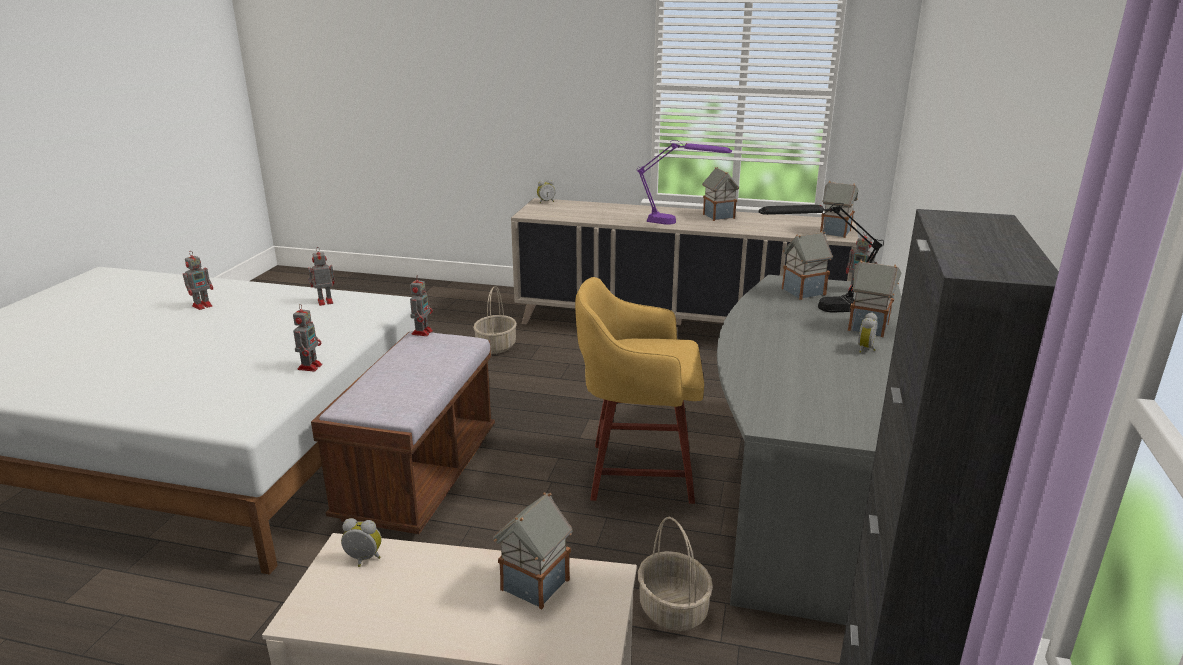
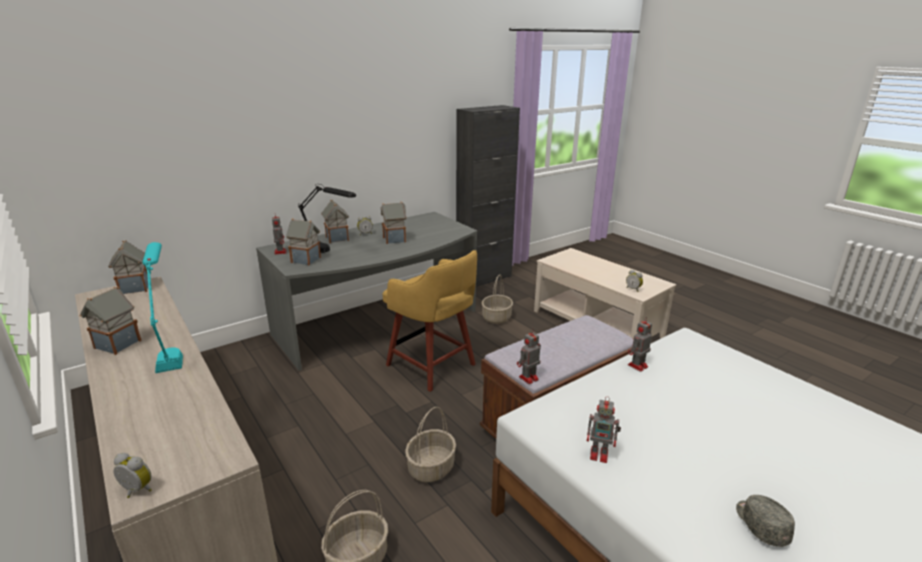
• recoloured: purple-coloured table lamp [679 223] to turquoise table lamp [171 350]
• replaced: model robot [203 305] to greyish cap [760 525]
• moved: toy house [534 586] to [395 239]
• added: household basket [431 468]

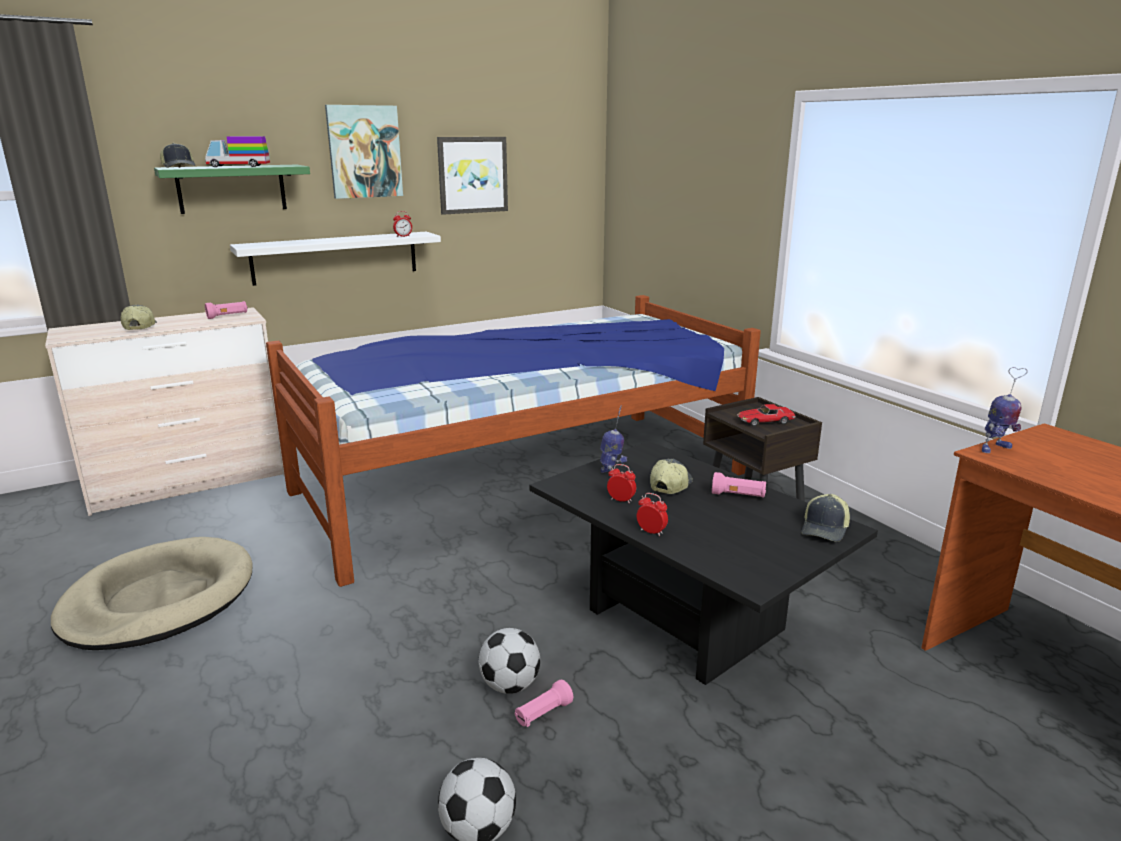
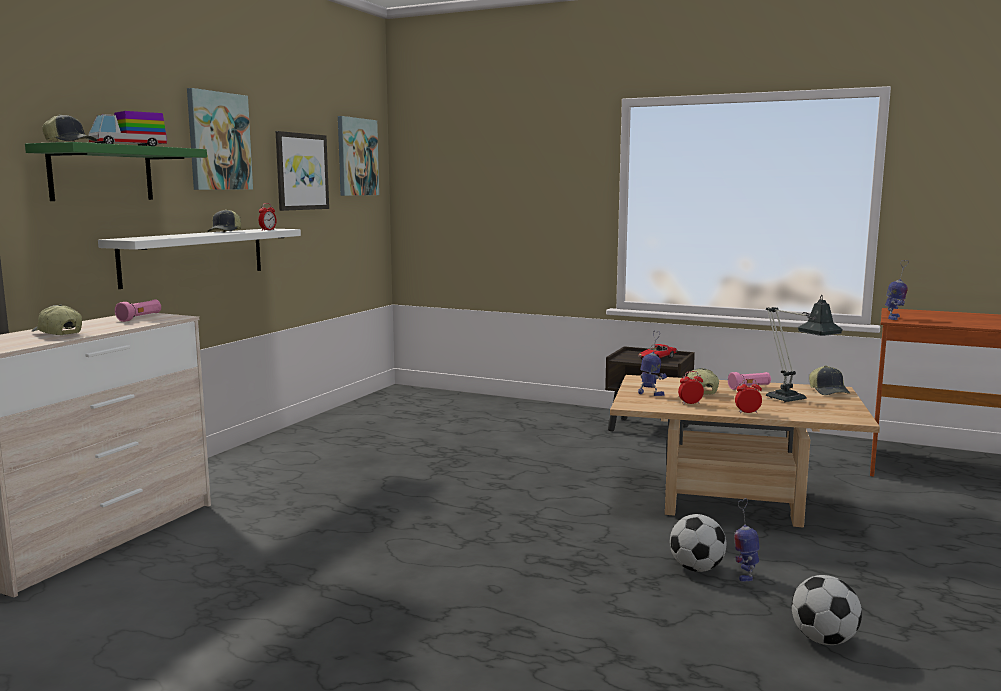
• removed: bedroom bed [521 481]
• recoloured: black coffee table [685 619] to beige coffee table [731 501]
• removed: beige dog cushion [159 599]
• replaced: pink-coloured torch [543 714] to model robot [745 574]
• added: wall art [357 157]
• added: cap [225 232]
• added: table lamp [792 400]

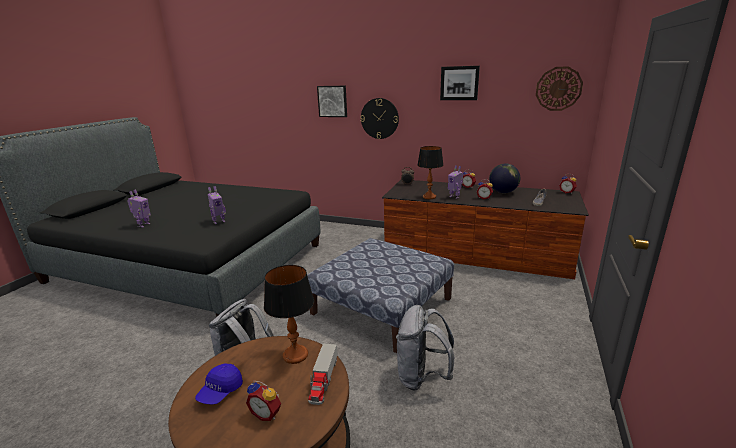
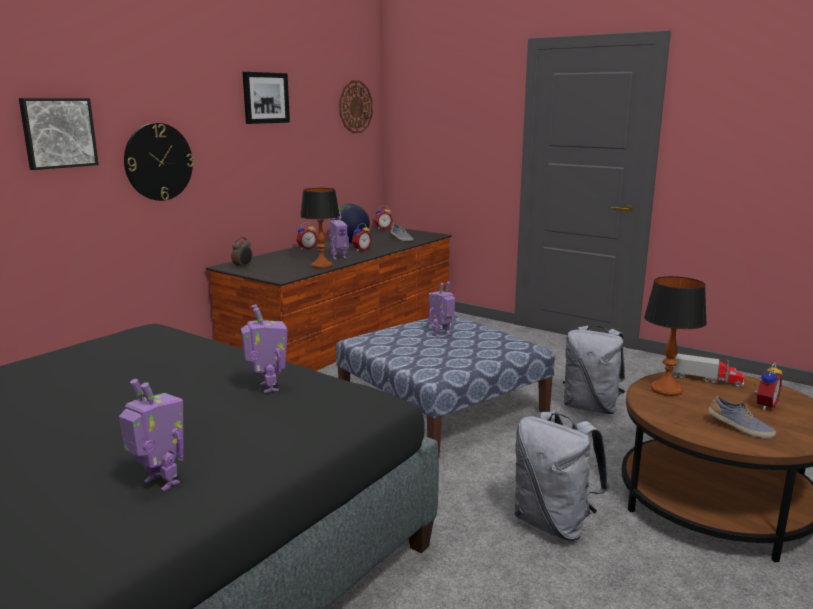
• replaced: blue cap [220 391] to shoe [739 428]
• added: model robot [441 335]

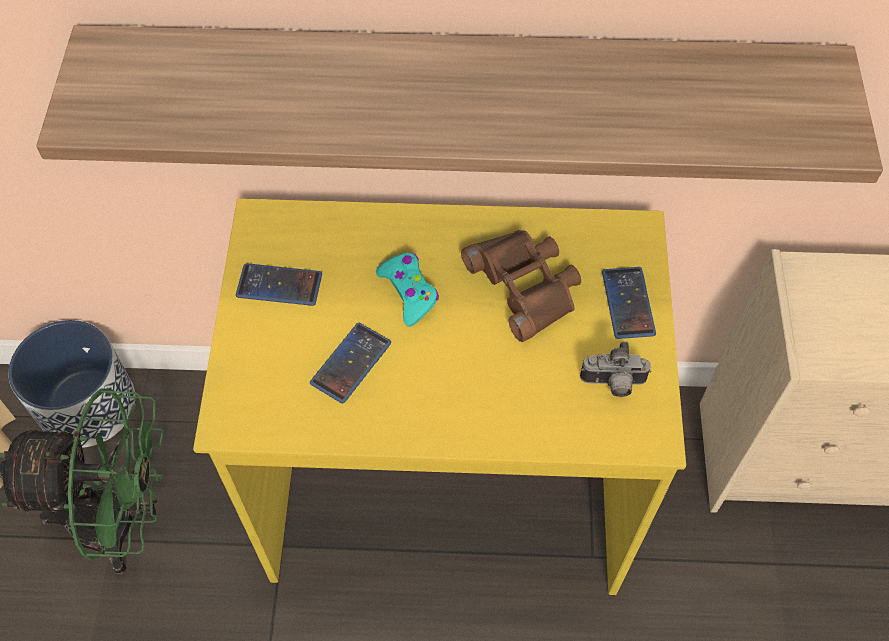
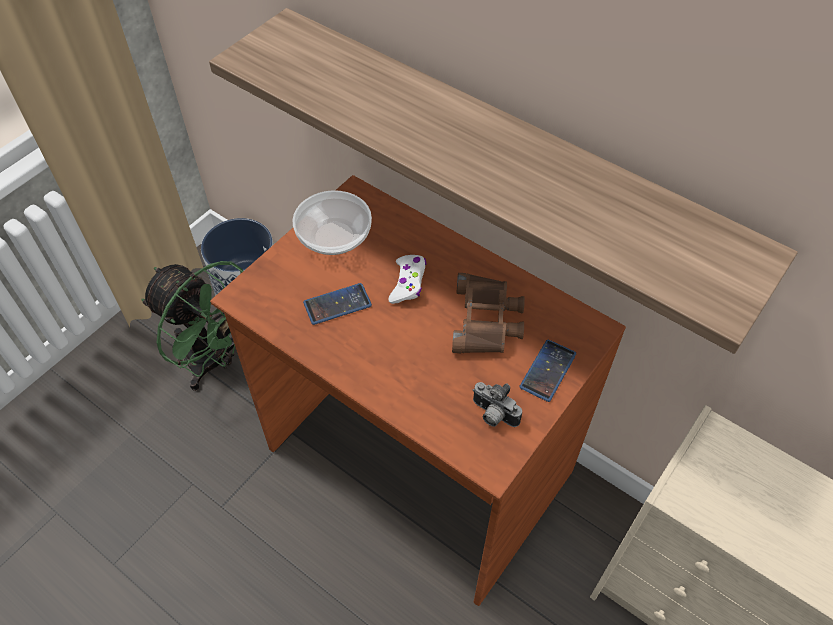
• recoloured: yellow-coloured desk table [445 488] to brown-coloured desk table [416 462]
• recoloured: turquoise gamepad [409 292] to white-coloured gamepad [408 283]
• replaced: phone [279 285] to deep dish [334 236]

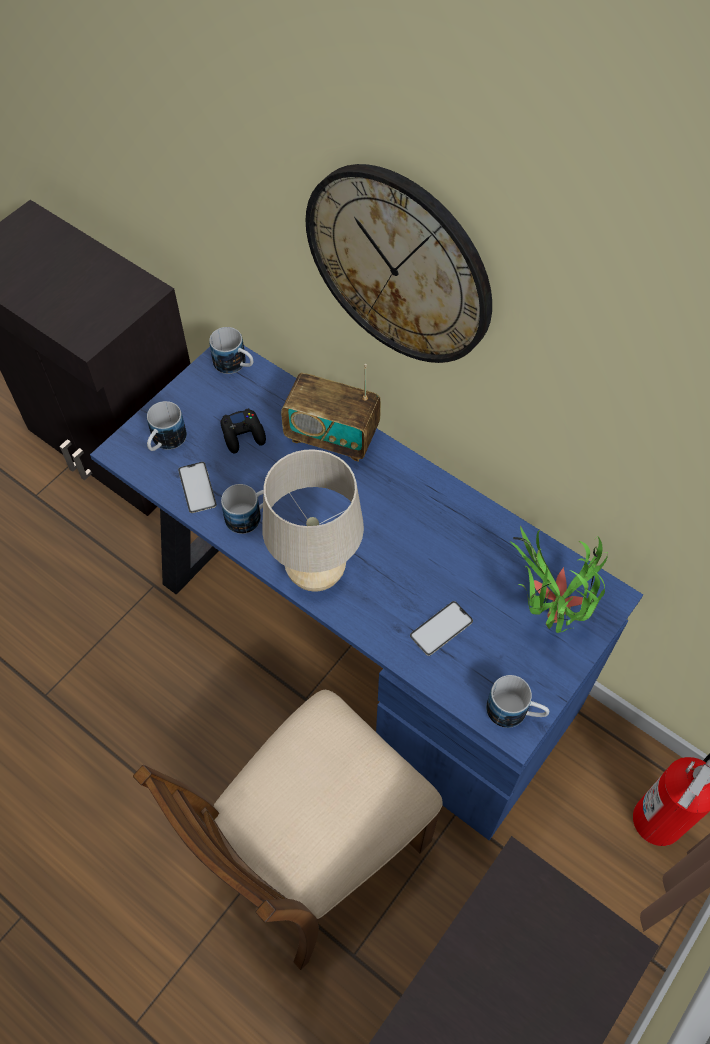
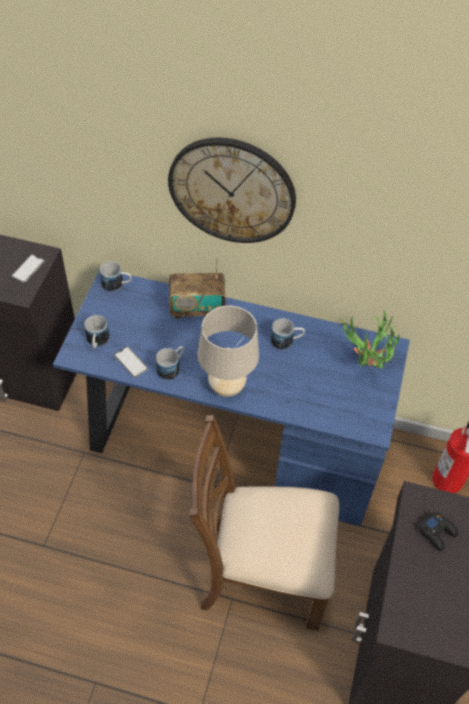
• moved: black gamepad [243 434] to [437 532]
• moved: phone [441 628] to [28 268]
• moved: tea mug [515 712] to [286 341]
• turned: brown-coloured plain chair [314 852] = [262 572] 75 degrees clockwise

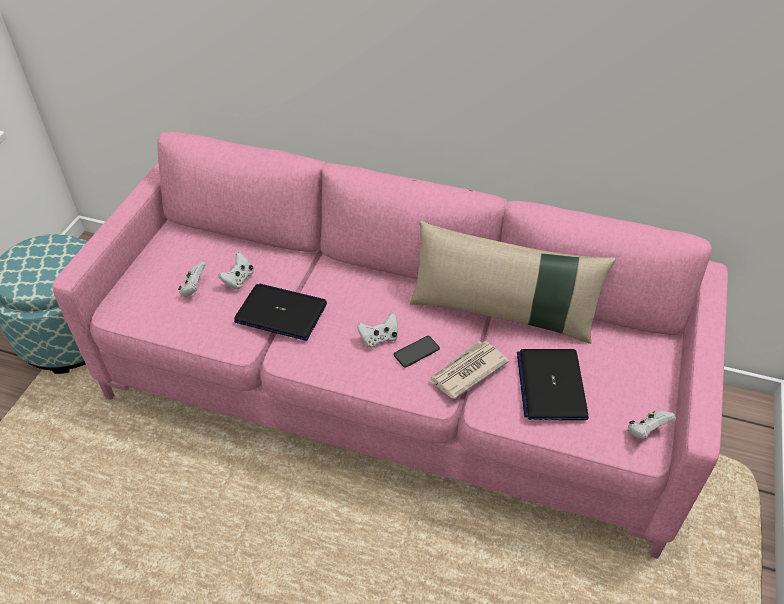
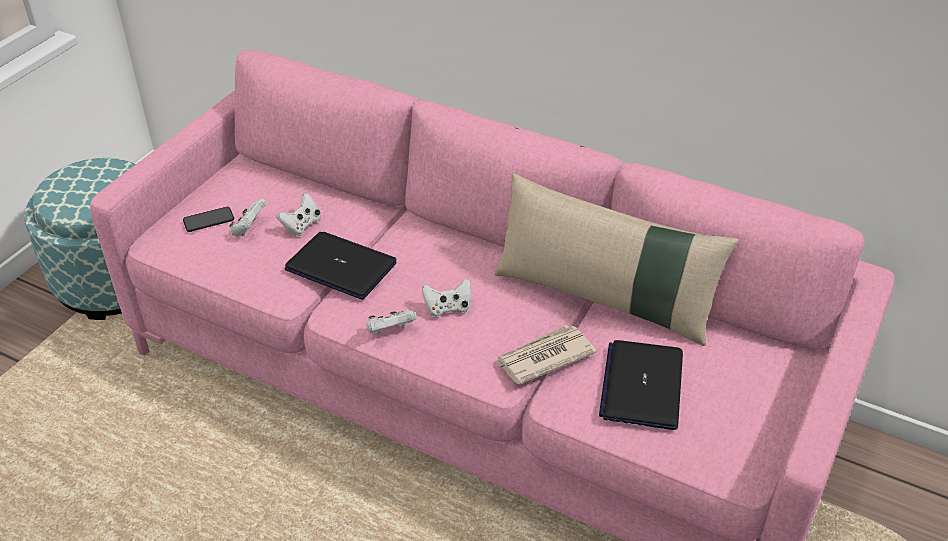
• moved: phone [416 352] to [208 220]
• moved: white-coloured gamepad [646 431] to [390 331]

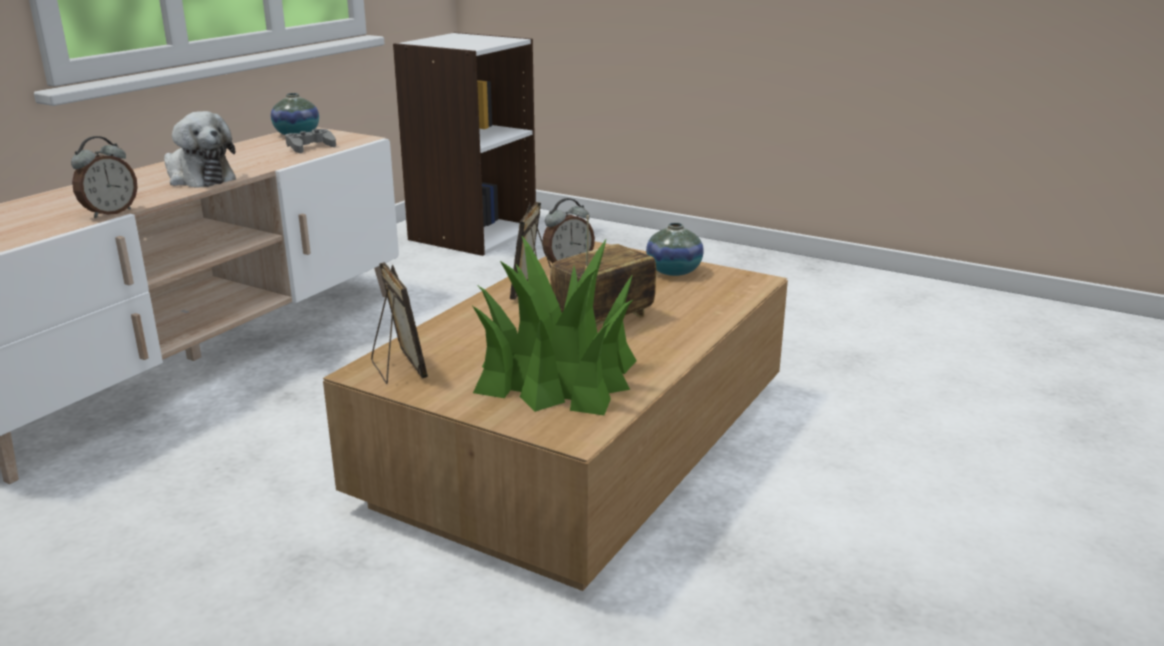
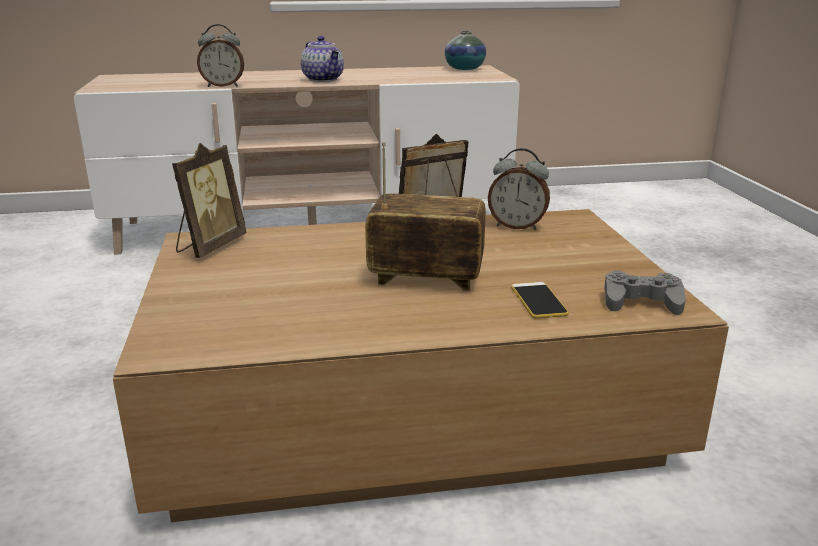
• removed: white-coloured bookshelf [472 234]
• replaced: cuddly toy [198 178] to tea pot [324 79]
• moved: greyish gamepad [310 147] to [641 302]
• removed: decorative vase [673 271]
• removed: plant in a pot [556 376]
• added: phone [538 301]

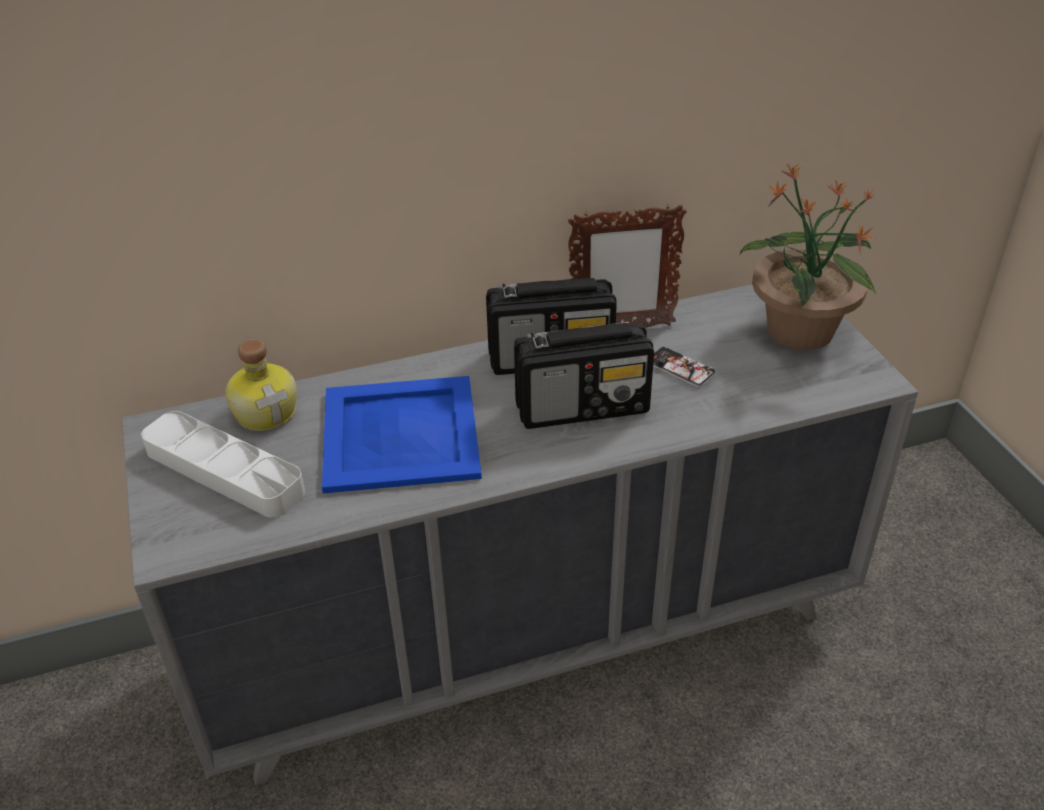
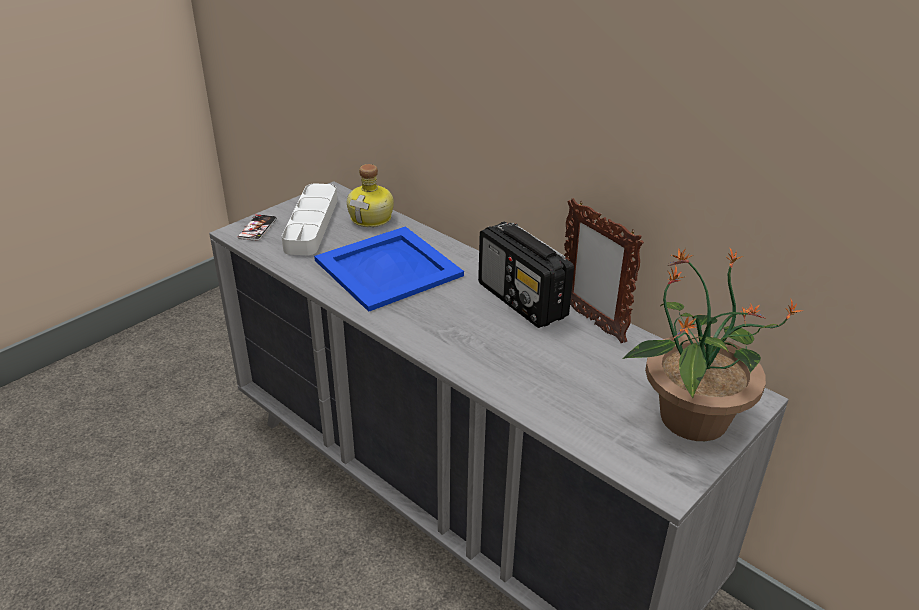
• removed: radio receiver [583 407]
• moved: phone [680 368] to [257 228]

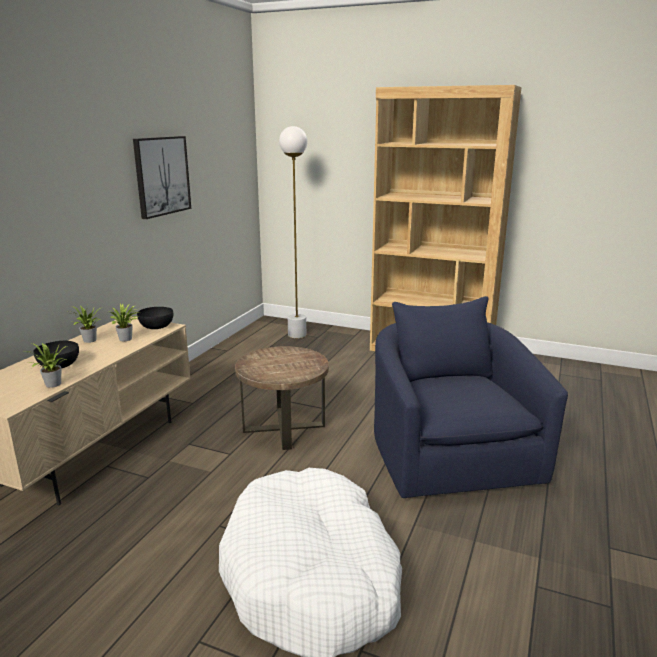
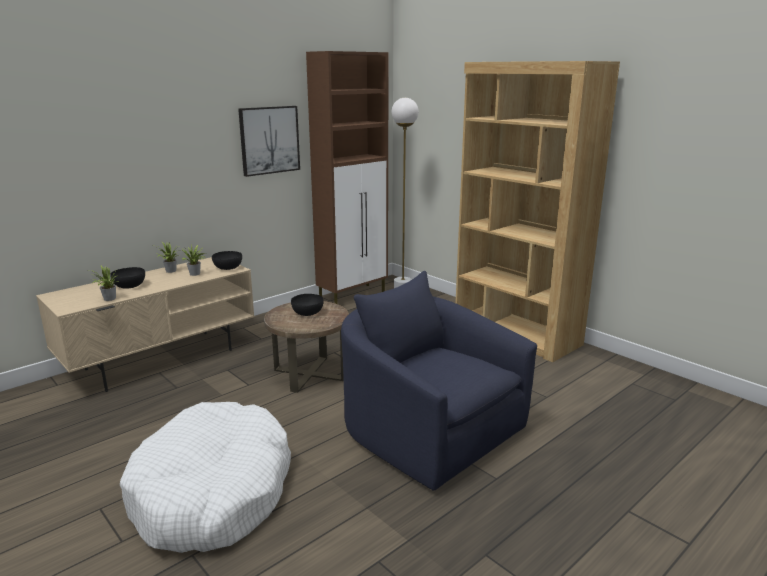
• turned: blue easy chair [450 453] = [427 430] 60 degrees counterclockwise
• added: brown-coloured cabinet [353 295]
• added: black deep dish [308 313]

